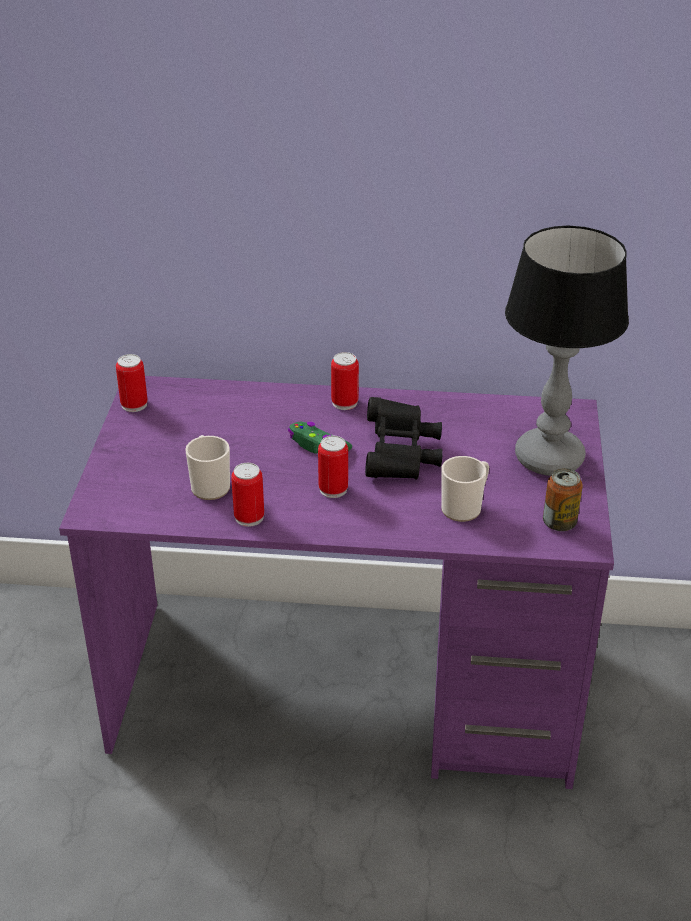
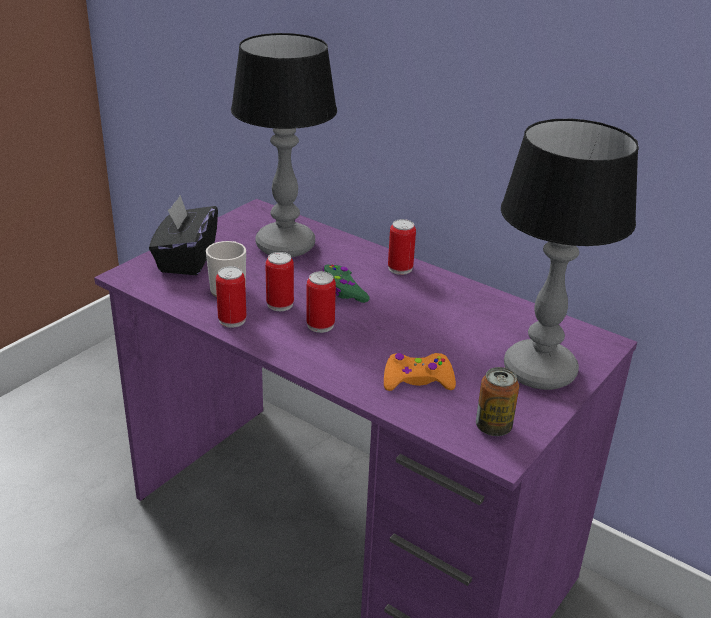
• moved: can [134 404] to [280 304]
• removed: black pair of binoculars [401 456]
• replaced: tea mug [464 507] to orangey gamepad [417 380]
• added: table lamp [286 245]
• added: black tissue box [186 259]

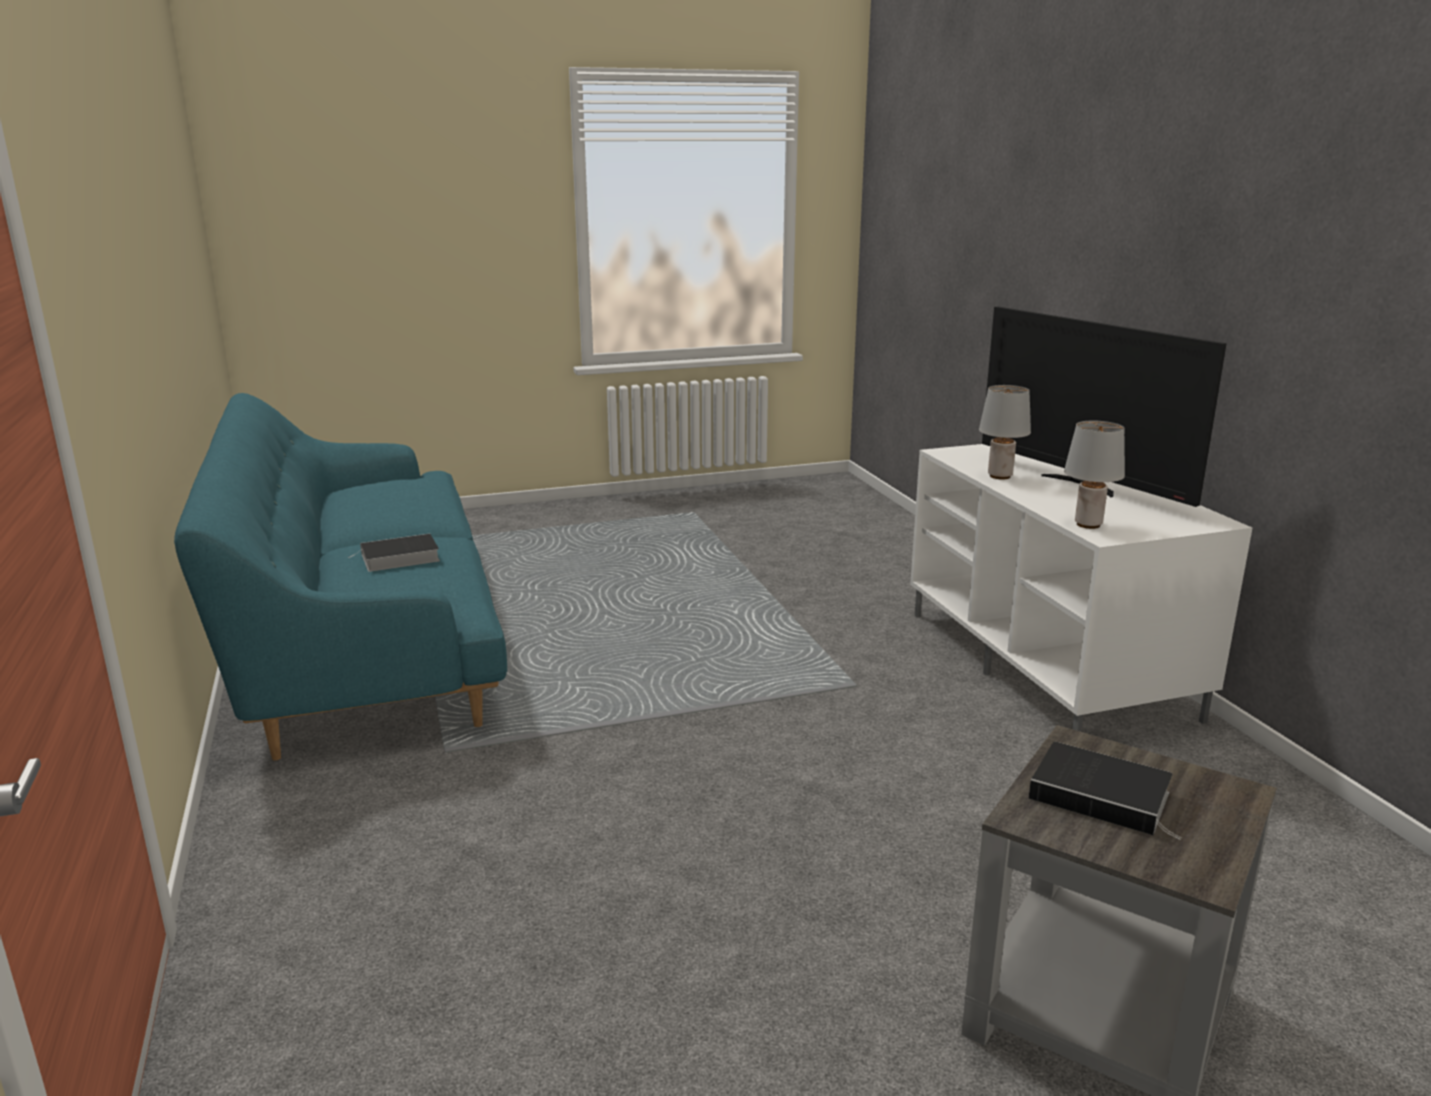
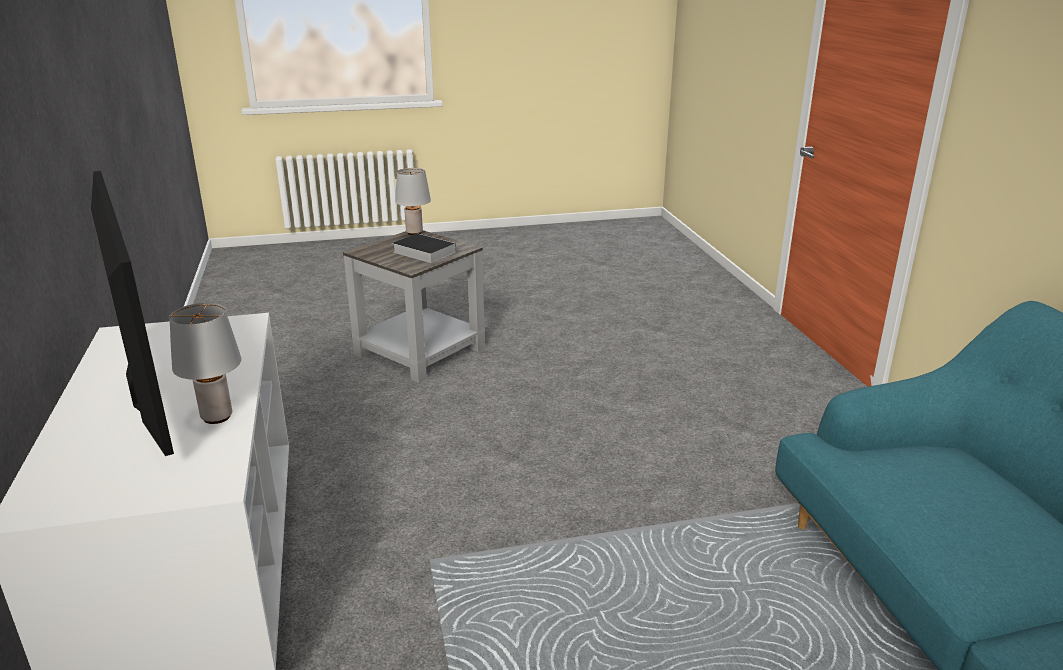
• moved: greyish table lamp [1088 525] to [414 232]
• removed: book [398 558]

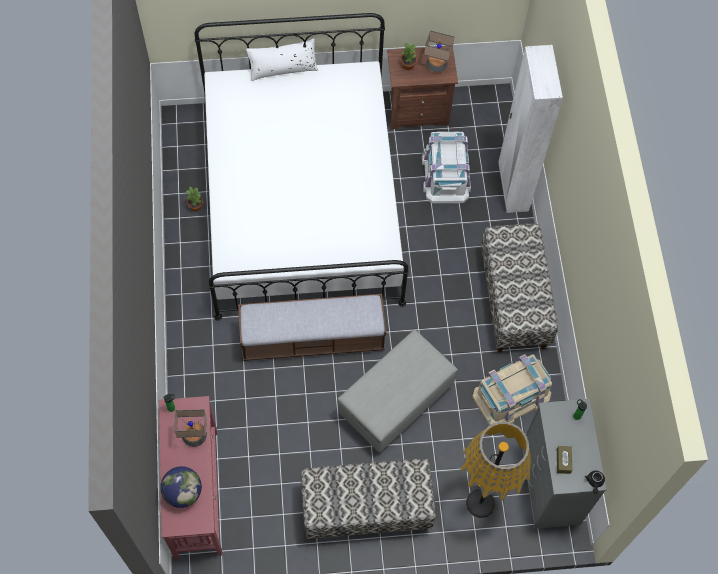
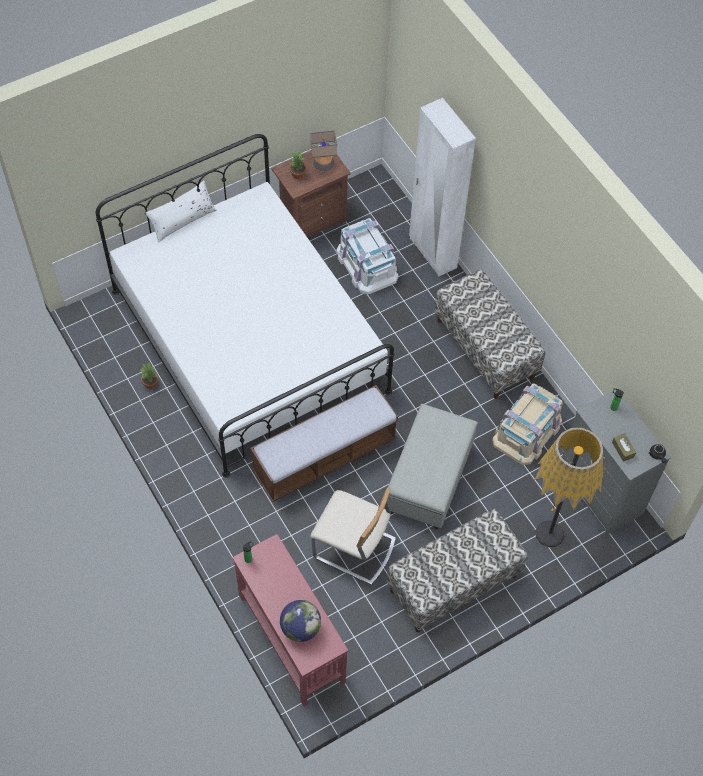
• removed: table lamp [194 435]
• added: beige plain chair [354 549]

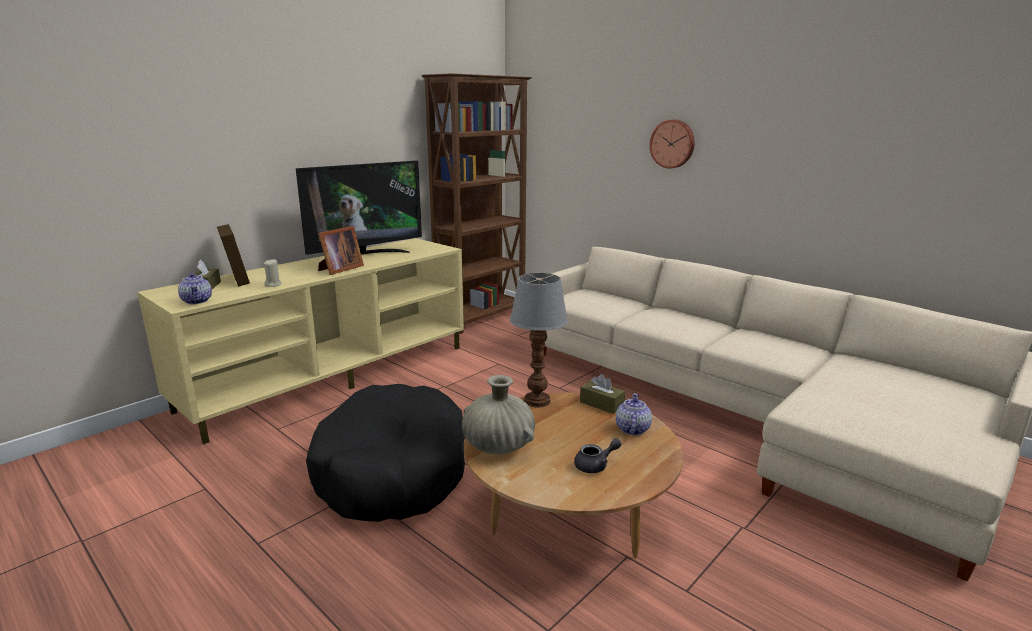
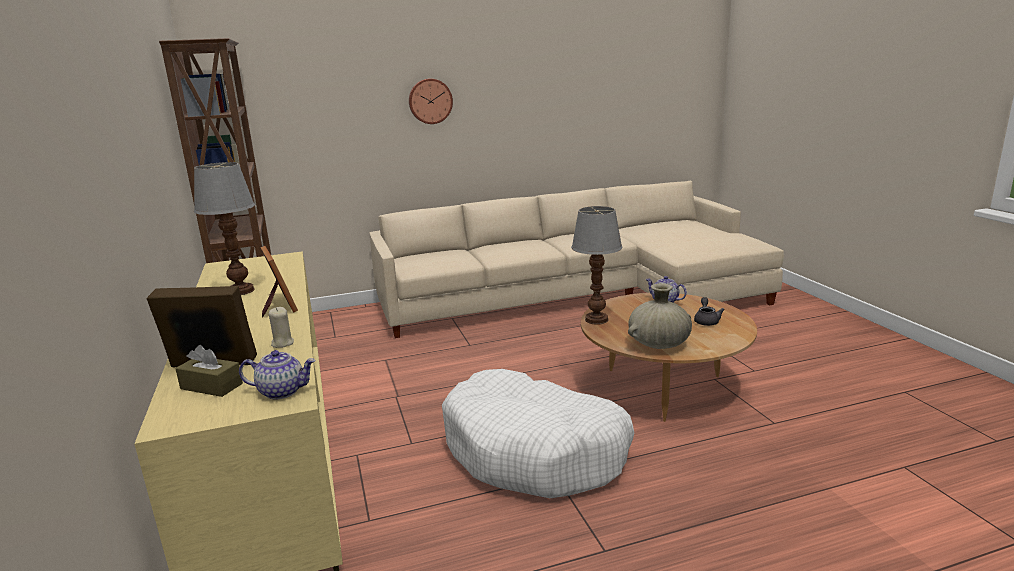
• replaced: TV [365 256] to table lamp [240 291]
• removed: brown-coloured tissue box [601 404]
• recoloured: black dog cushion [393 470] to white-coloured dog cushion [535 451]

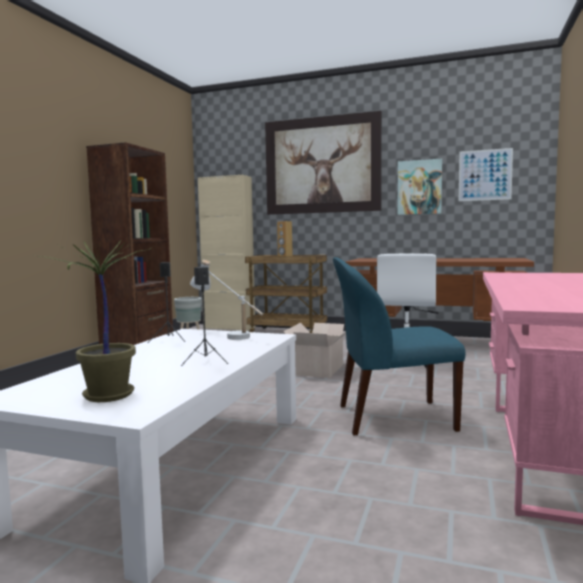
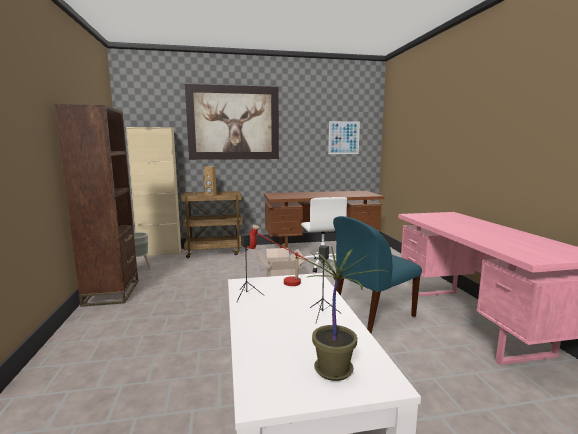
• removed: wall art [419 187]
• recoloured: white-coloured table lamp [227 335] to red-coloured table lamp [279 281]

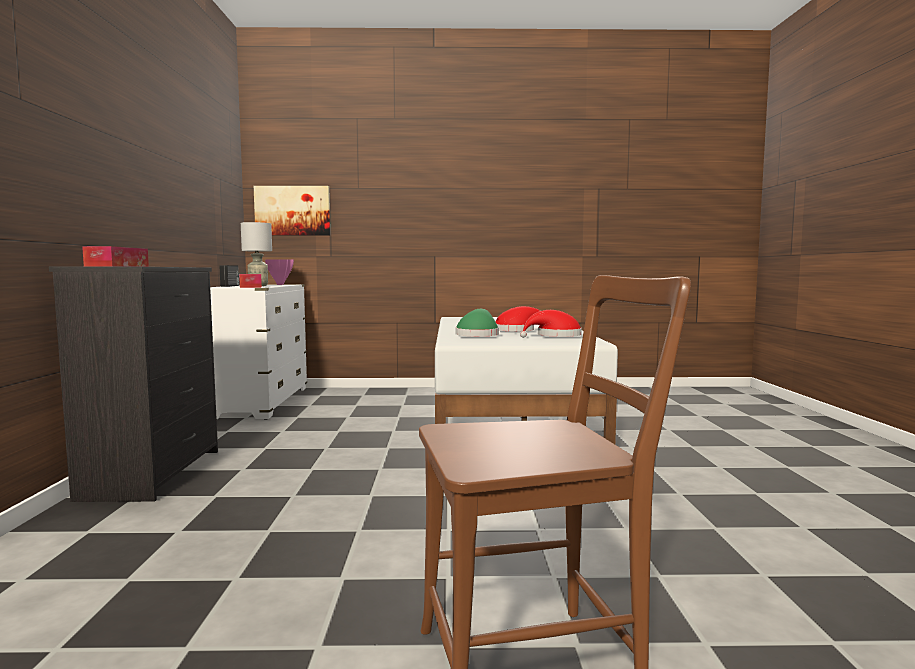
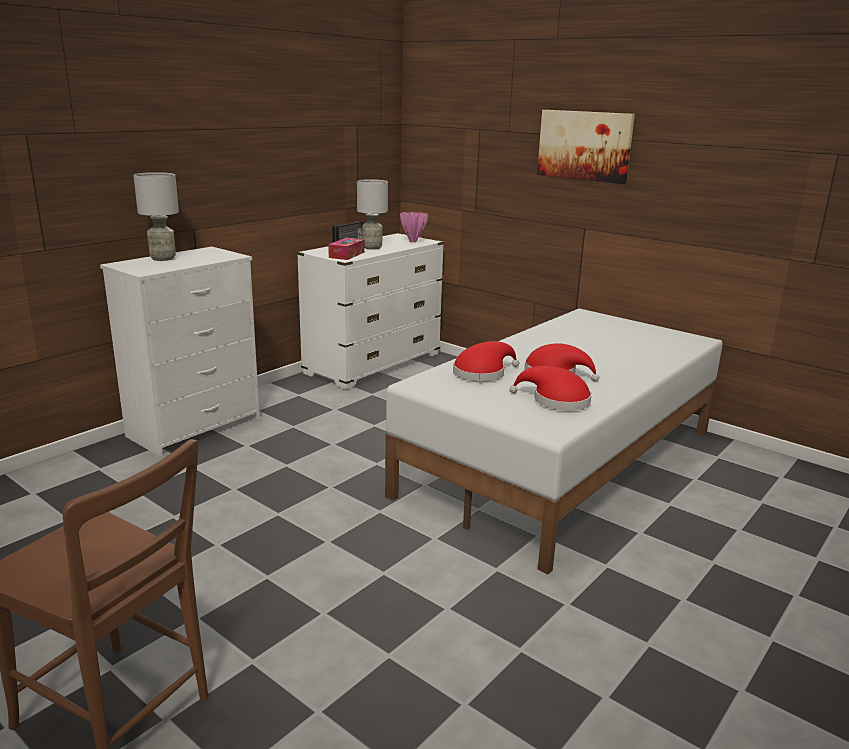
• moved: wall art [292 211] to [584 145]
• replaced: tissue box [117 266] to greyish table lamp [163 258]
• recoloured: black dresser [155 473] to white-coloured dresser [196 427]
• recoloured: greenish hat [478 335] to red-coloured hat [482 373]

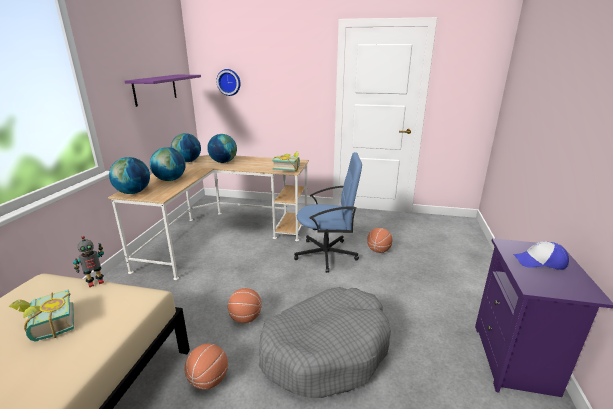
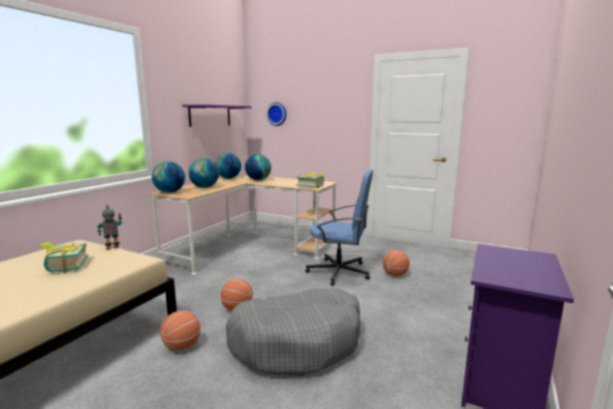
• removed: cap [539 262]

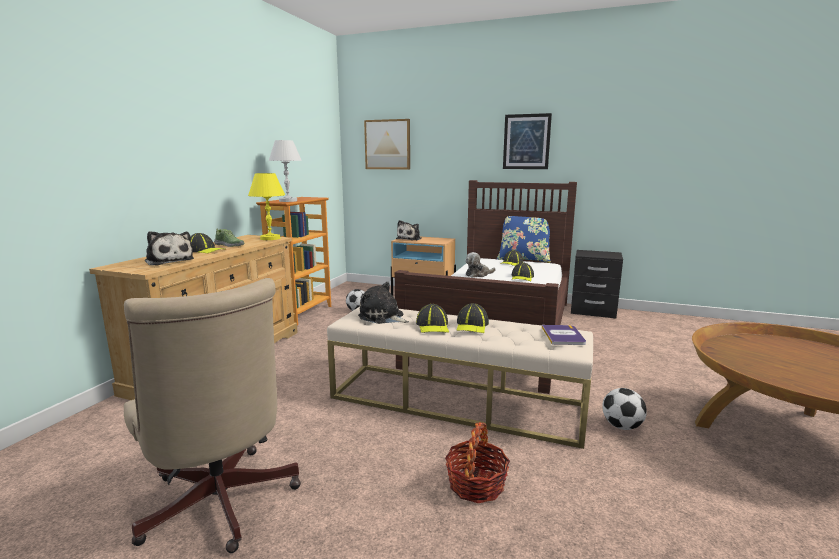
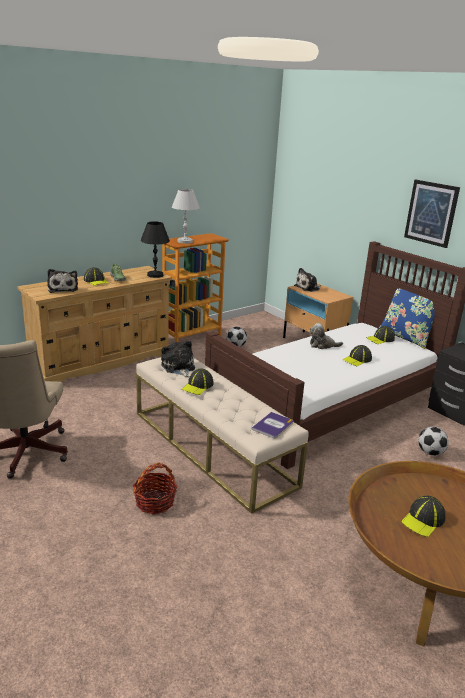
• removed: wall art [387 144]
• recoloured: yellow-coloured table lamp [270 238] to black table lamp [155 275]
• moved: cap [472 325] to [423 520]
• moved: football ball [621 426] to [430 453]

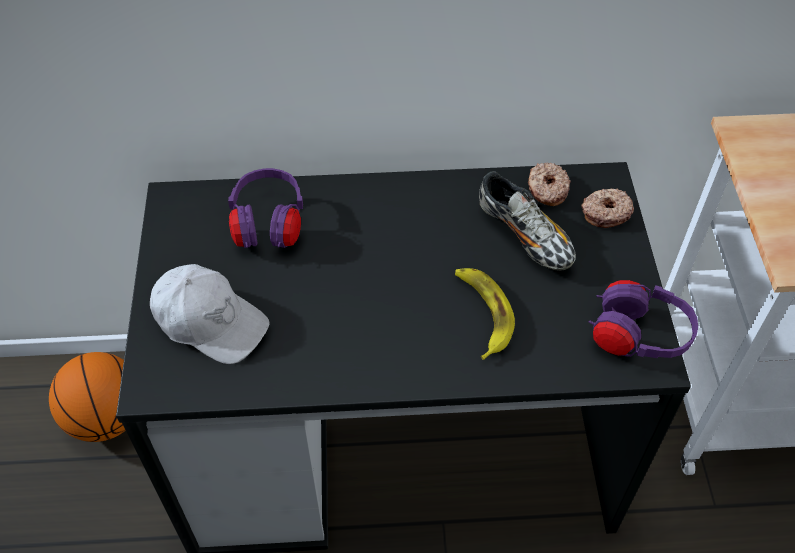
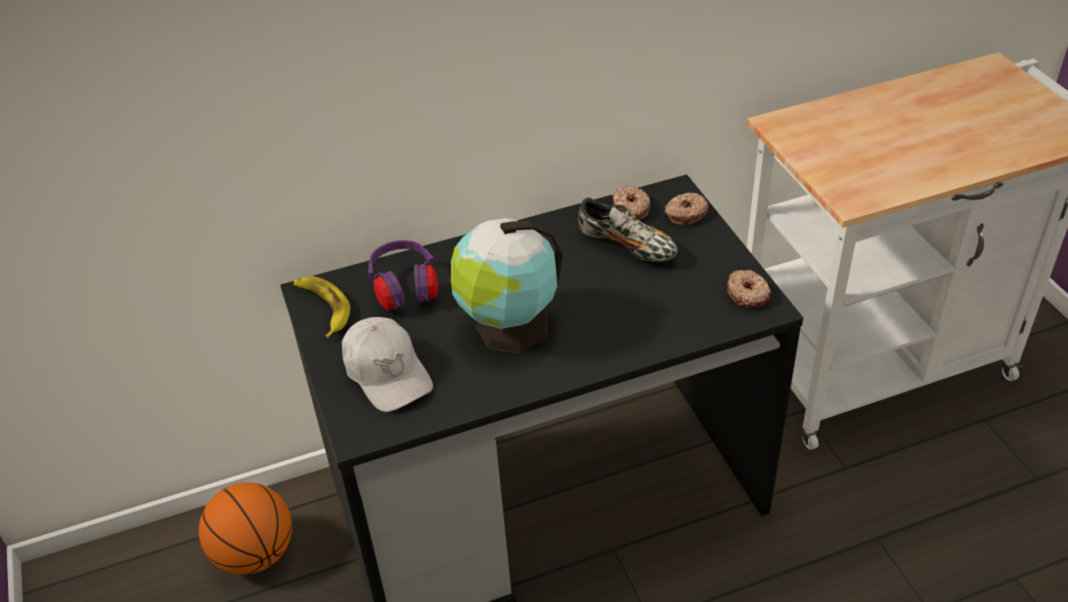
• turned: white-coloured cap [210 321] = [387 373] 45 degrees clockwise
• moved: banana fruit [482 313] to [323 307]
• replaced: purple-coloured headset [637 337] to doughnut [748 294]
• added: world globe [509 328]

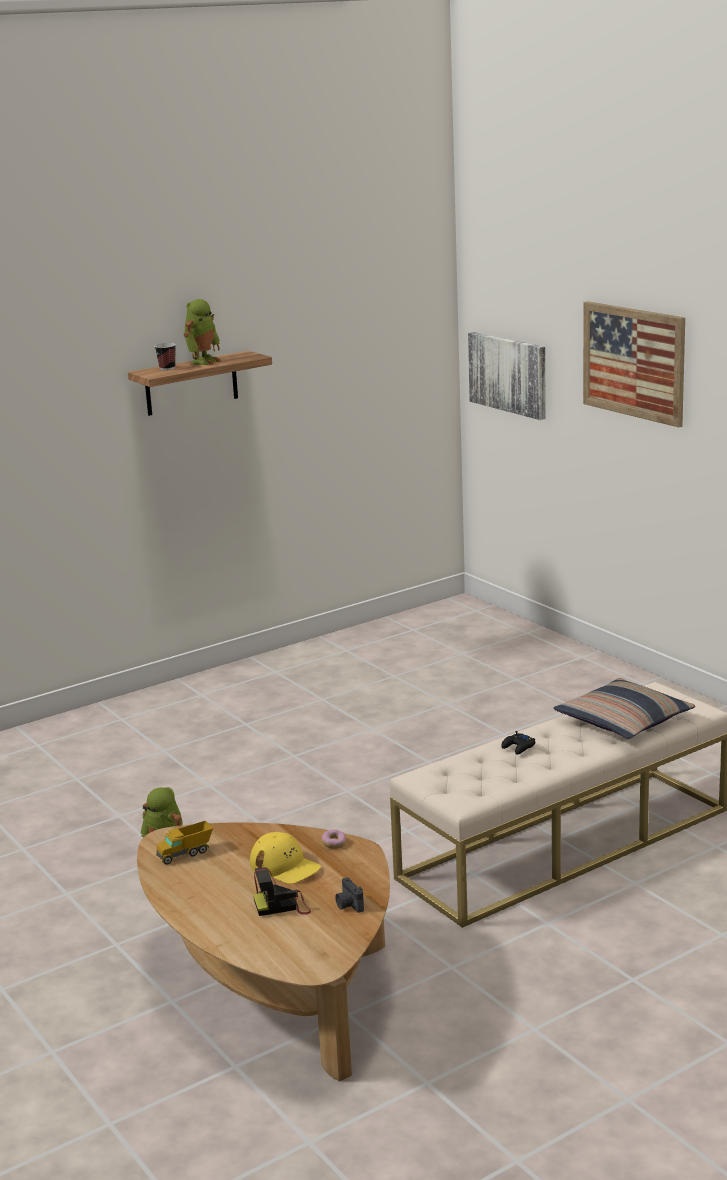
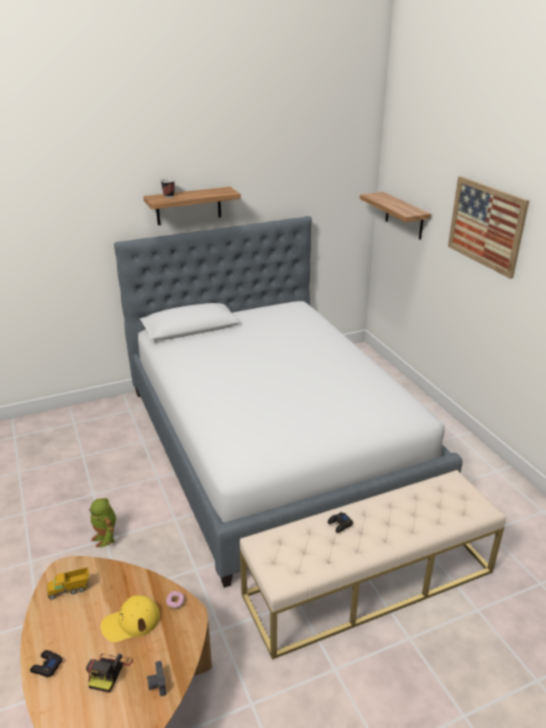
• removed: model robot [203 361]
• replaced: wall art [508 374] to shelf [404 216]
• removed: pillow [623 721]
• turned: yellow-coloured cap [285 866] = [131 622] 105 degrees clockwise
• turned: photo camera [283 905] = [109 672] 75 degrees counterclockwise
• added: bedroom bed [272 445]
• added: black gamepad [46 666]

